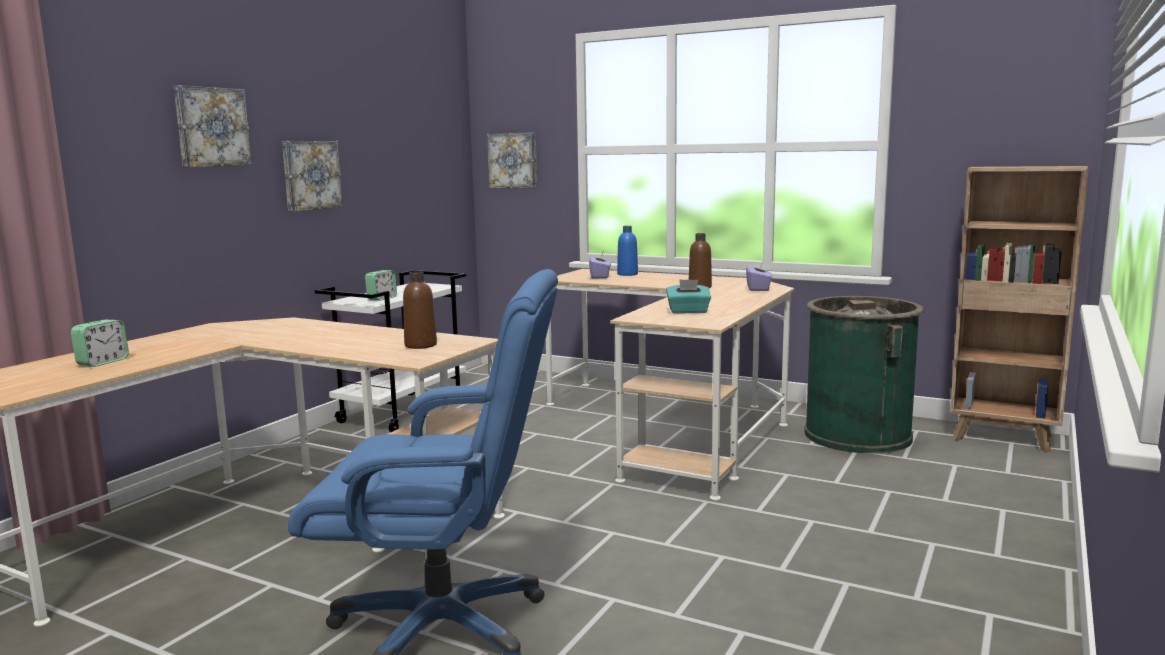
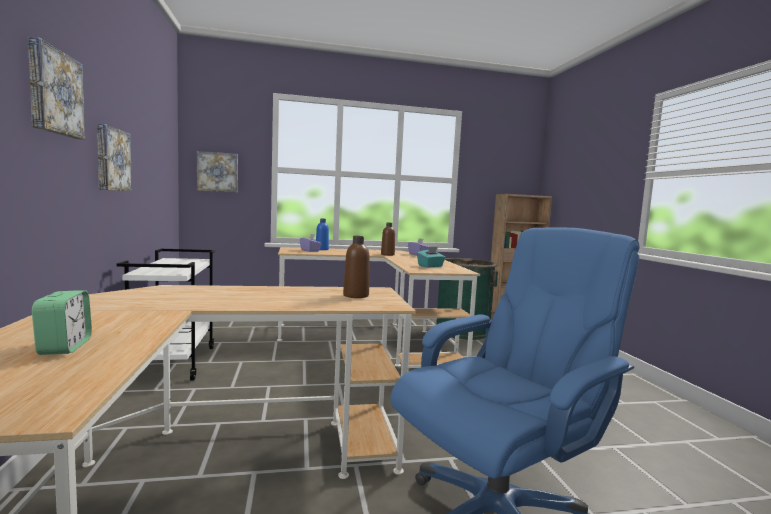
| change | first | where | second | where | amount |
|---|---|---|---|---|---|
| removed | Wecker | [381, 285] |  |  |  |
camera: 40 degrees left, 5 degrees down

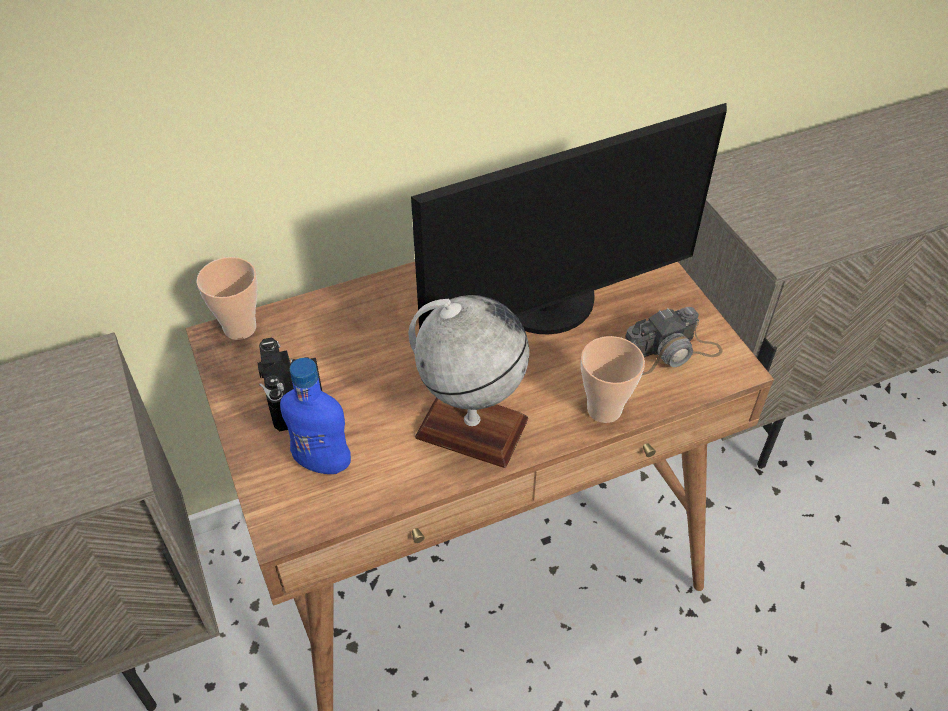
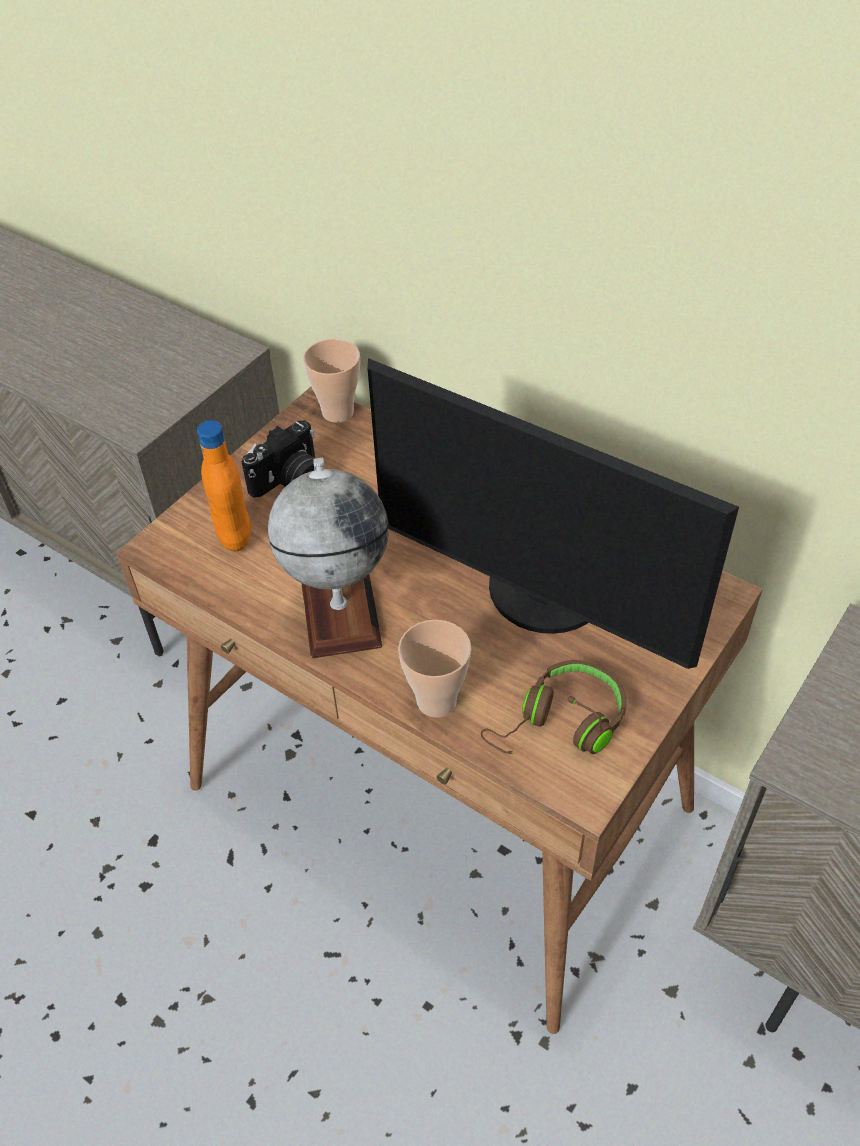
| change | first | where | second | where | amount |
|---|---|---|---|---|---|
| recoloured | Flasche [blau] | [315, 416] | Flasche [orange] | [224, 486] |  |
| replaced | Kamera | [674, 341] | Kopfhörer [braun] | [553, 707] |  |
camera: 60 degrees right, 0 degrees up

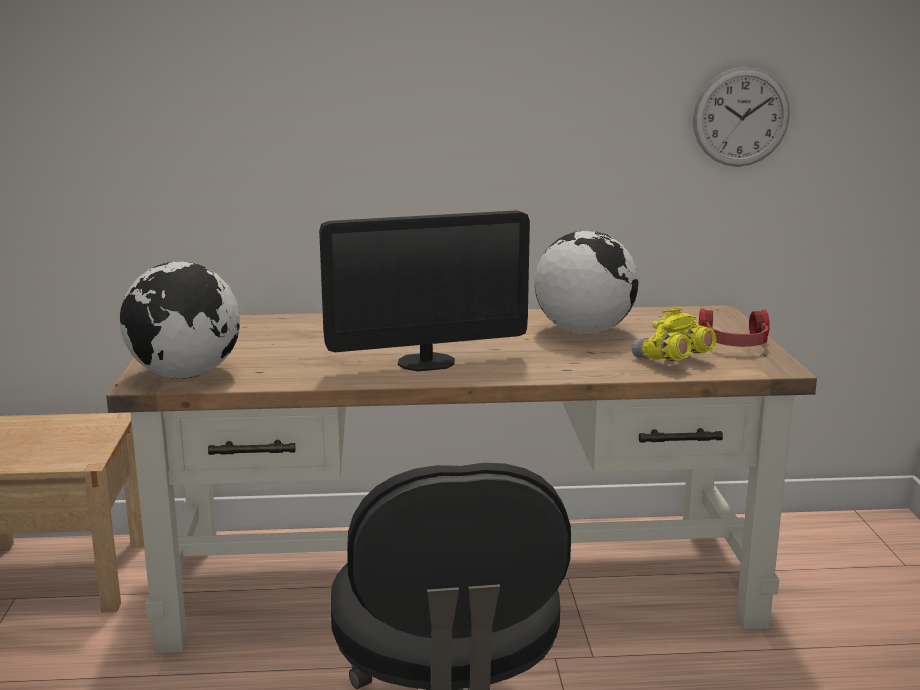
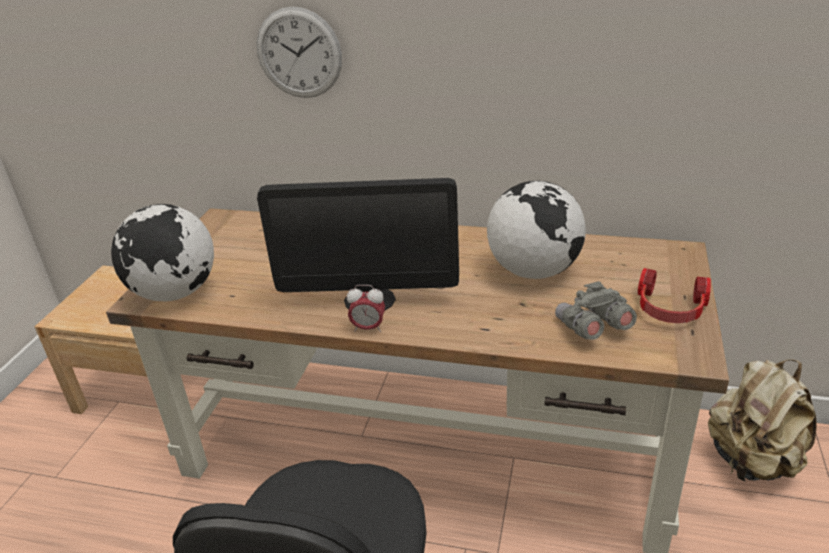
| change | first | where | second | where | amount |
|---|---|---|---|---|---|
| recoloured | Fernglas [gelb] | [674, 334] | Fernglas [grau] | [596, 310] |  |
| moved | Wanduhr | [741, 117] |  | [299, 52] |  |
| added |  |  | Wecker | [366, 308] |  |
| added |  |  | Rucksack [beige] | [762, 421] |  |
camera: 20 degrees right, 15 degrees up

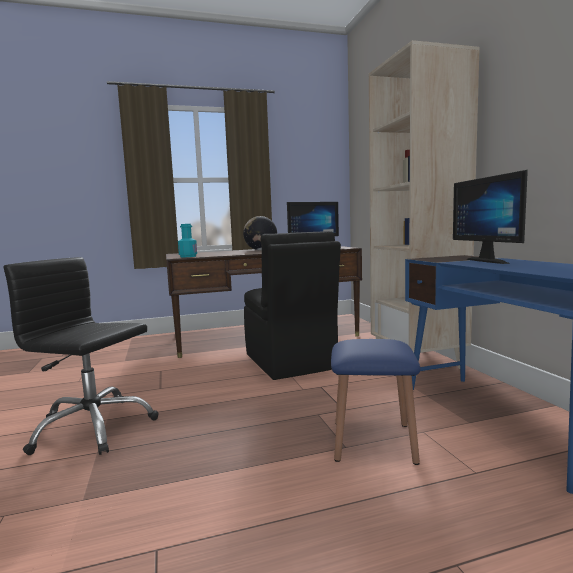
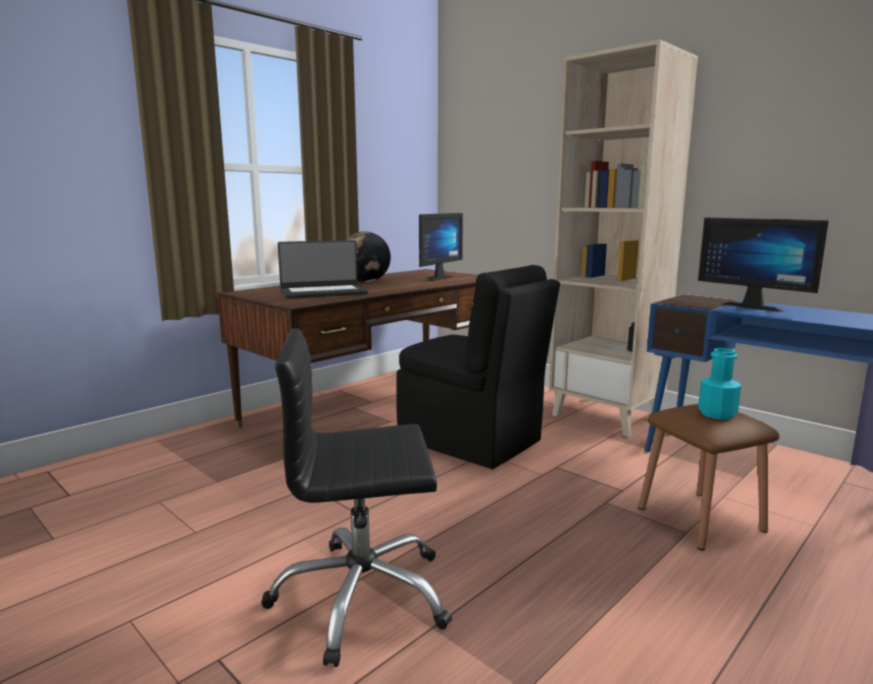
| change | first | where | second | where | amount |
|---|---|---|---|---|---|
| moved | Flasche [türkis] | [187, 240] |  | [719, 383] |  |
| recoloured | Hocker [blau] | [375, 402] | Hocker [braun] | [709, 477] |  |
| added |  |  | Laptop | [323, 269] |  |
camera: 30 degrees left, 5 degrees up

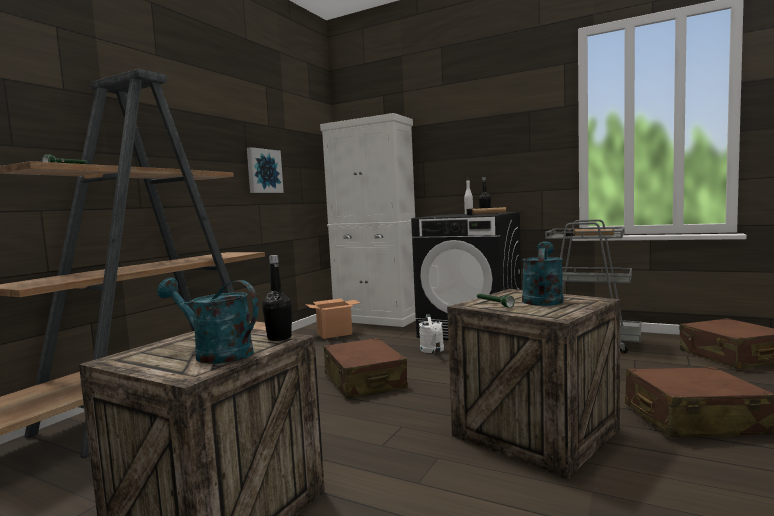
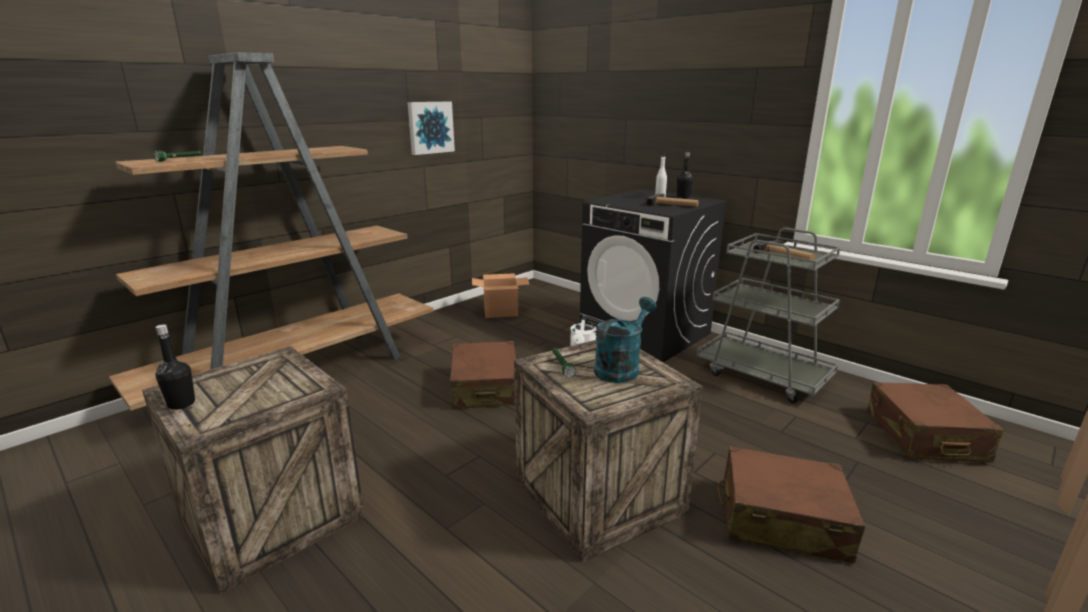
| change | first | where | second | where | amount |
|---|---|---|---|---|---|
| removed | Gießkanne [türkis] | [208, 320] |  |  |  |
| moved | Flasche [schwarz] | [277, 298] |  | [175, 367] |  |
| removed | Schrank [weiß] | [368, 220] |  |  |  |
camera: 15 degrees right, 15 degrees up

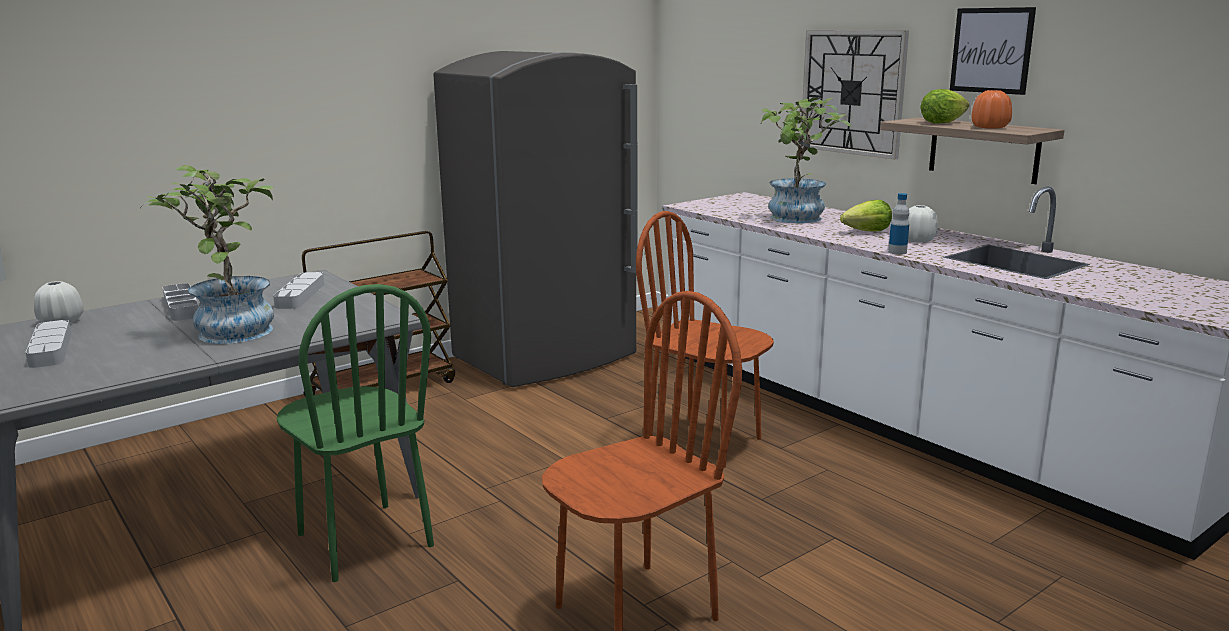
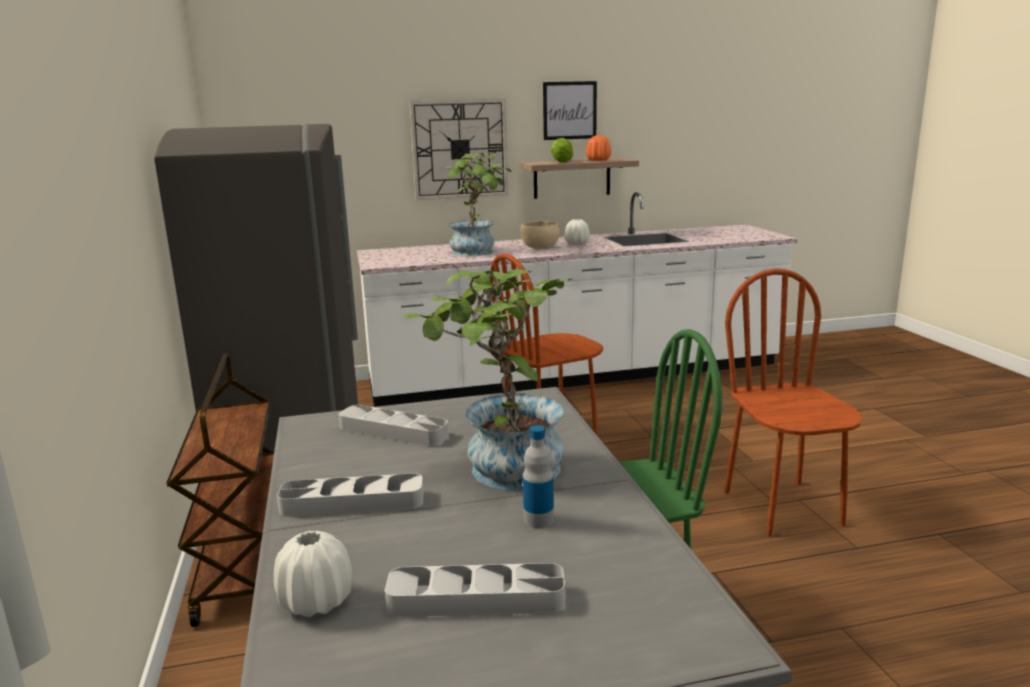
| change | first | where | second | where | amount |
|---|---|---|---|---|---|
| replaced | Salatkopf | [866, 216] | Schüssel [beige] | [540, 235] |  |
| moved | Flasche | [898, 224] |  | [538, 476] |  |
camera: 65 degrees left, 0 degrees up

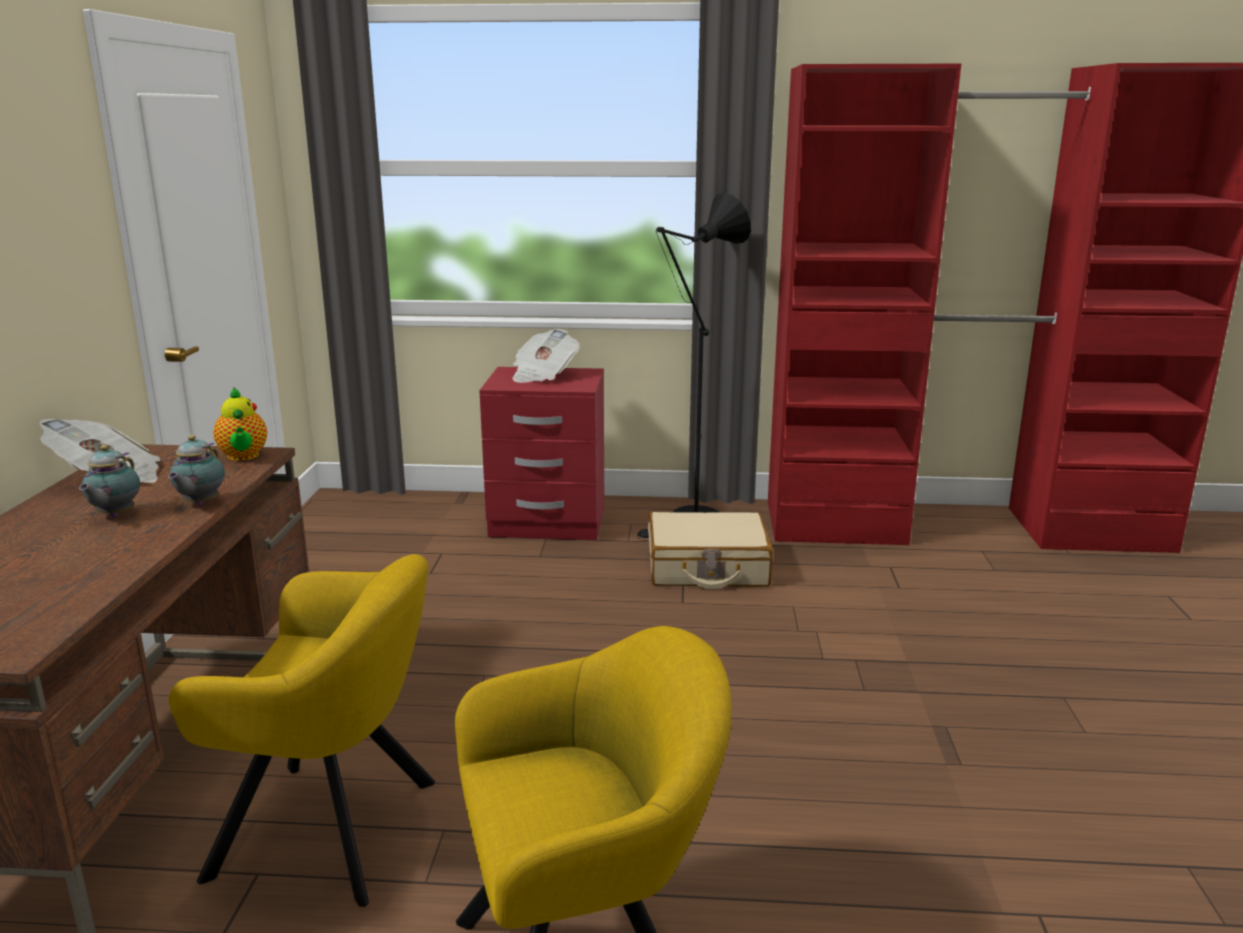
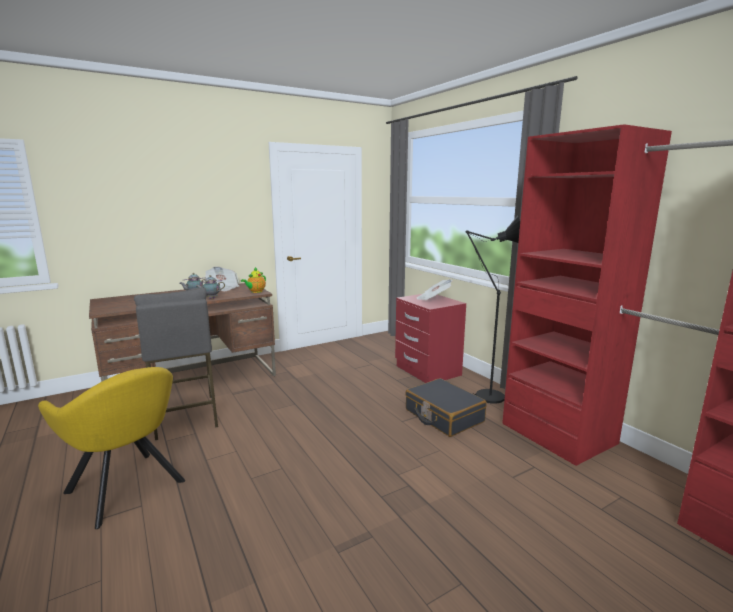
| change | first | where | second | where | amount |
|---|---|---|---|---|---|
| replaced | Sessel [gelb] | [302, 730] | Hocker [grau] | [176, 363] |  |
| recoloured | Koffer [beige] | [710, 550] | Koffer [schwarz] | [446, 407] |  |
camera: 55 degrees right, 5 degrees down

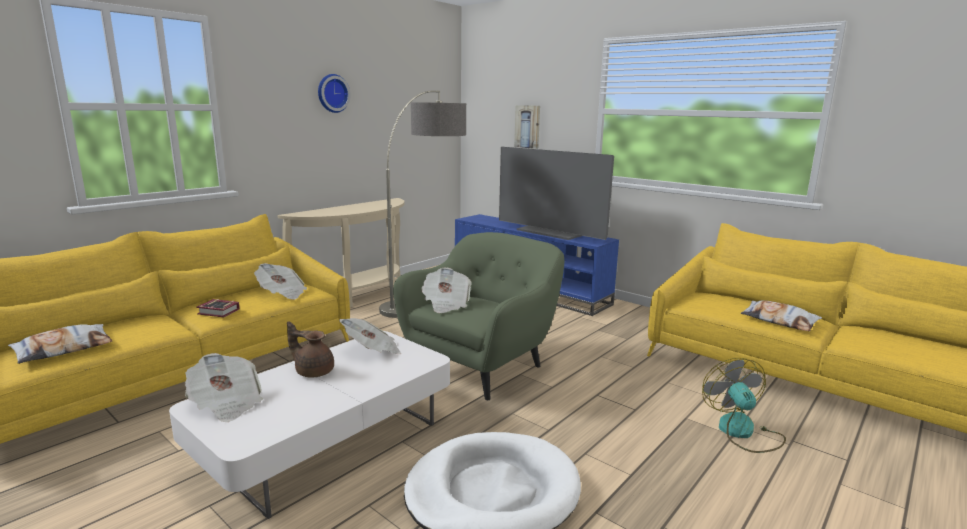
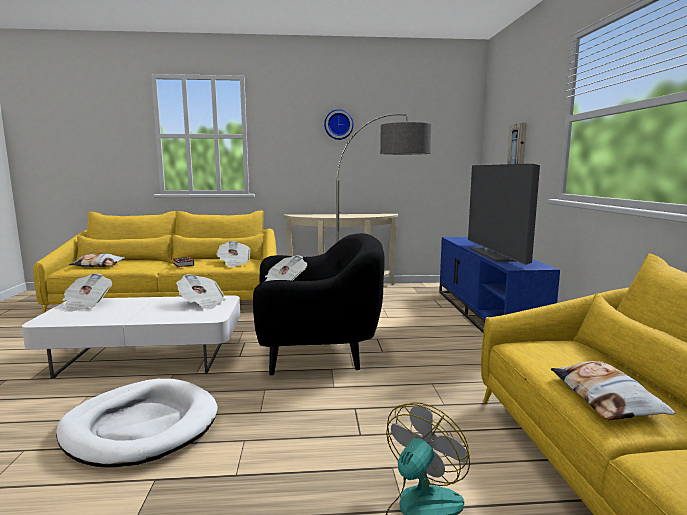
| change | first | where | second | where | amount |
|---|---|---|---|---|---|
| removed | Teekanne [braun] | [310, 349] |  |  |  |
| recoloured | Sessel [grün] | [478, 316] | Sessel [schwarz] | [319, 304] |  |
camera: 45 degrees right, 5 degrees down

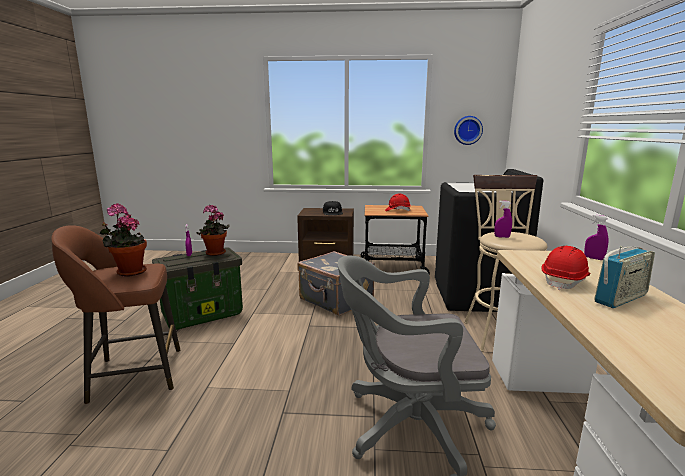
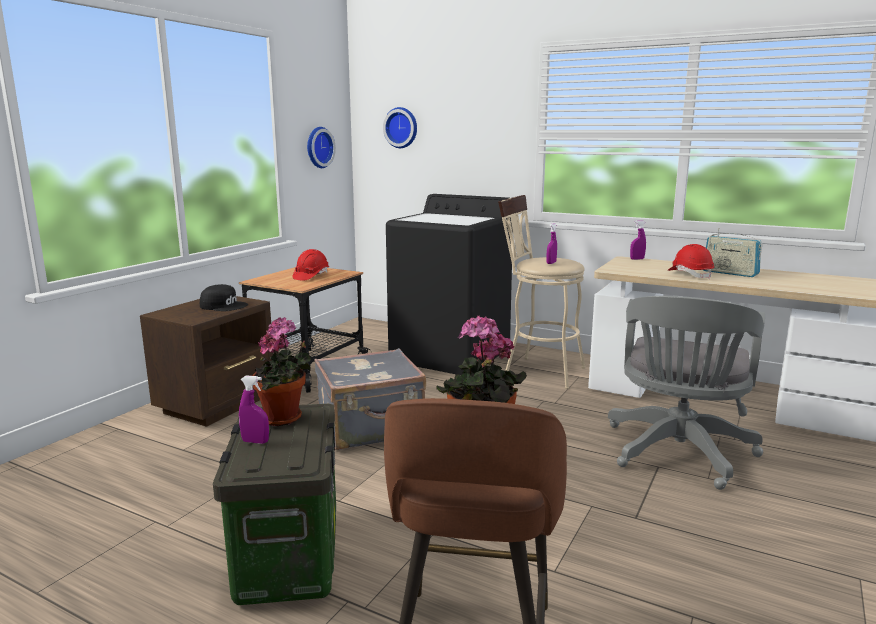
| change | first | where | second | where | amount |
|---|---|---|---|---|---|
| turned | Radio | [624, 277] |  | [733, 252] | 135 degrees clockwise |
| added |  |  | Wanduhr | [400, 127] |  |
camera: 65 degrees left, 0 degrees up

